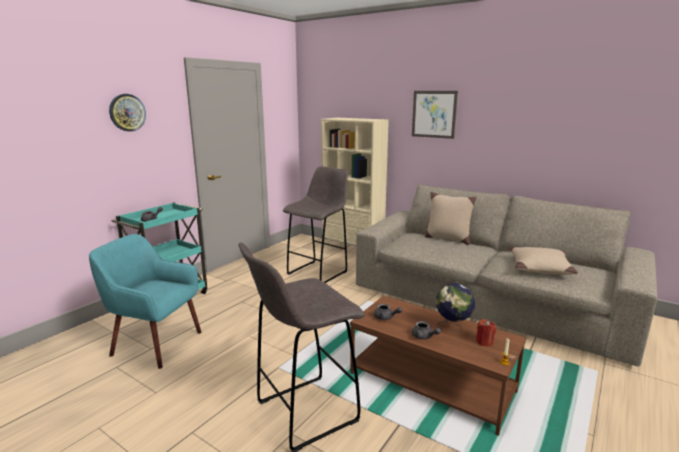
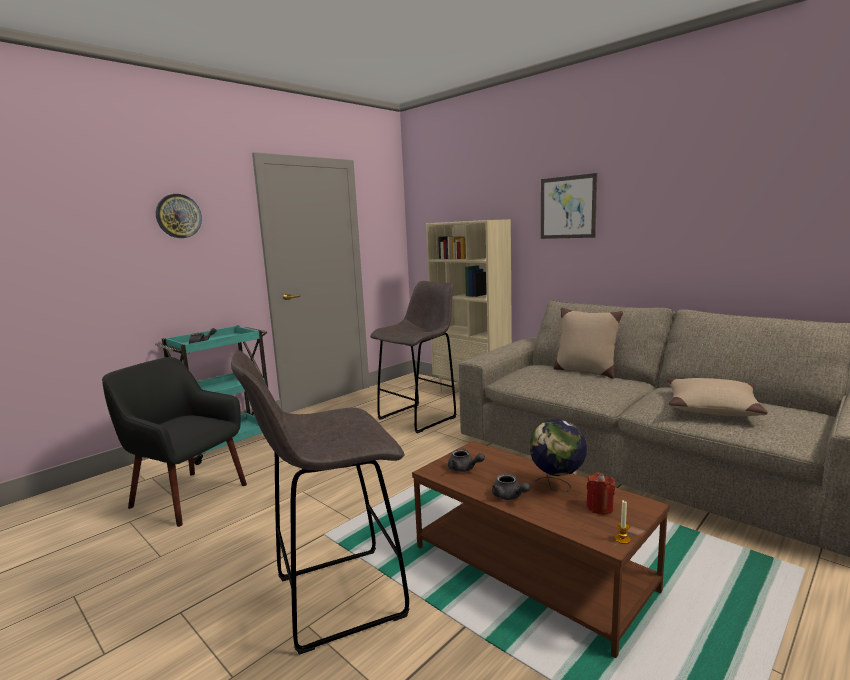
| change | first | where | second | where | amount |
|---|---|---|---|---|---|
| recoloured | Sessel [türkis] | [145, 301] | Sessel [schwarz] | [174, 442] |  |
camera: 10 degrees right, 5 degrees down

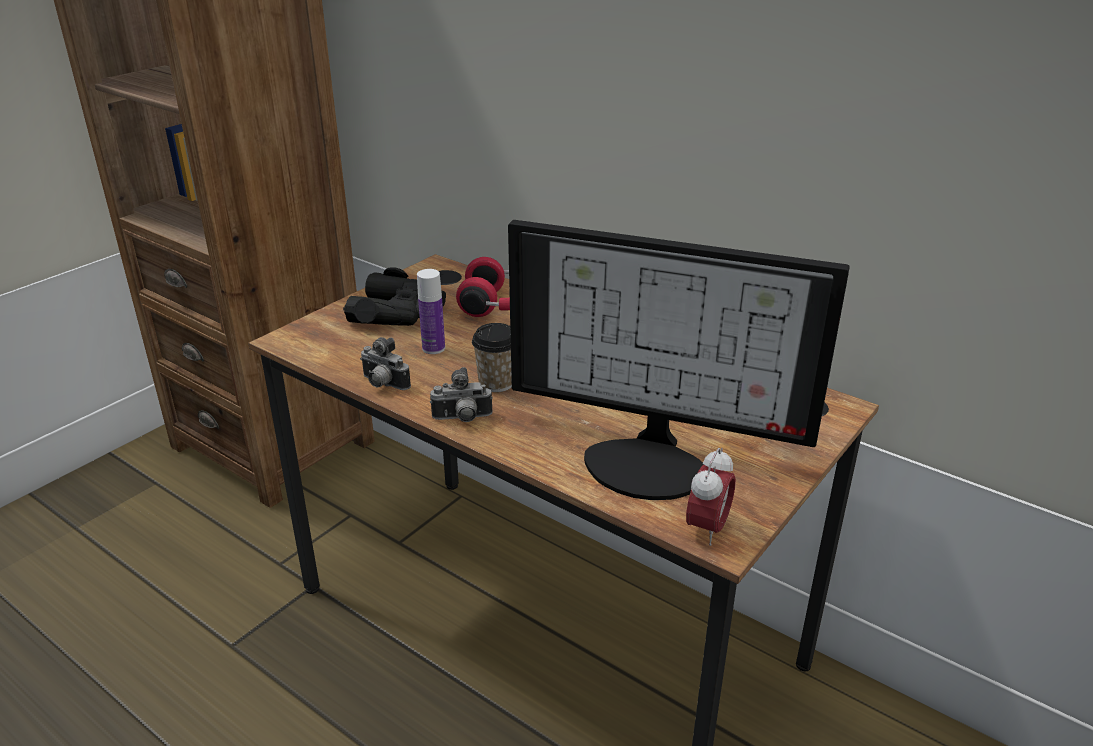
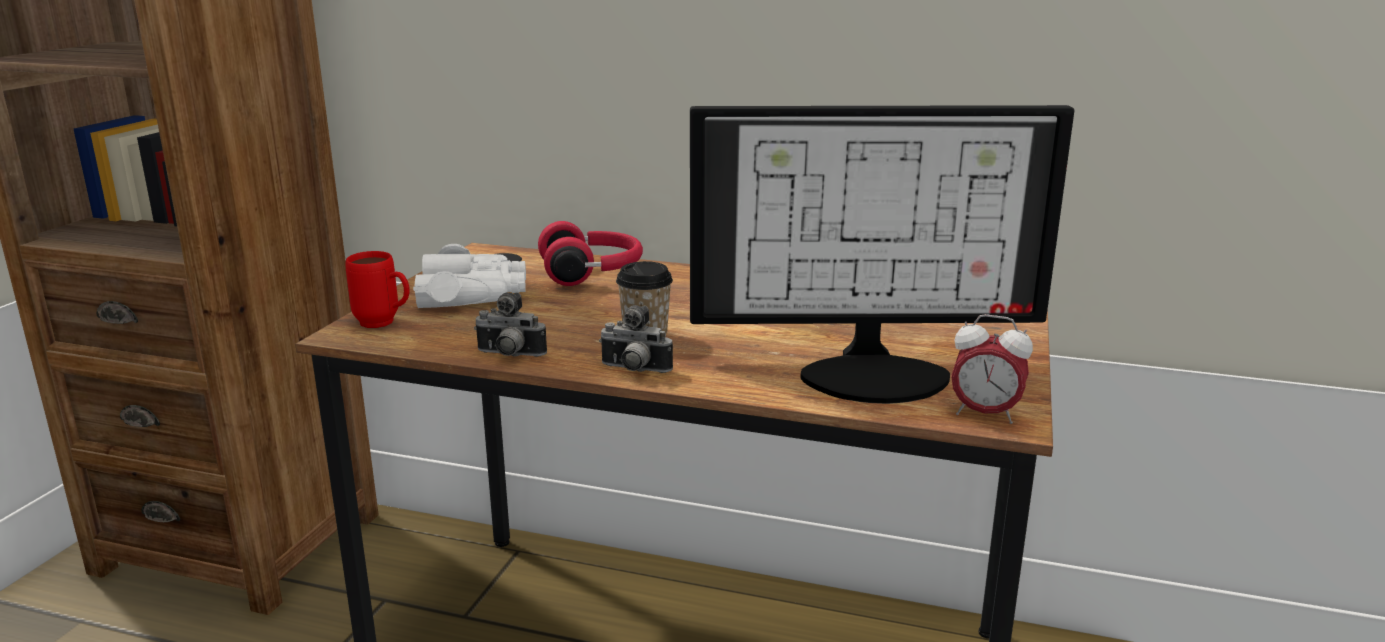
| change | first | where | second | where | amount |
|---|---|---|---|---|---|
| recoloured | Fernglas [schwarz] | [394, 296] | Fernglas [weiß] | [469, 276] |  |
| removed | Flasche | [431, 311] |  |  |  |
| turned | Kamera | [461, 394] |  | [636, 339] | 45 degrees clockwise |
| turned | Wecker | [711, 497] |  | [992, 369] | 105 degrees clockwise |
| added |  |  | Henkelbecher [rot] | [377, 289] |  |
camera: 20 degrees left, 10 degrees down

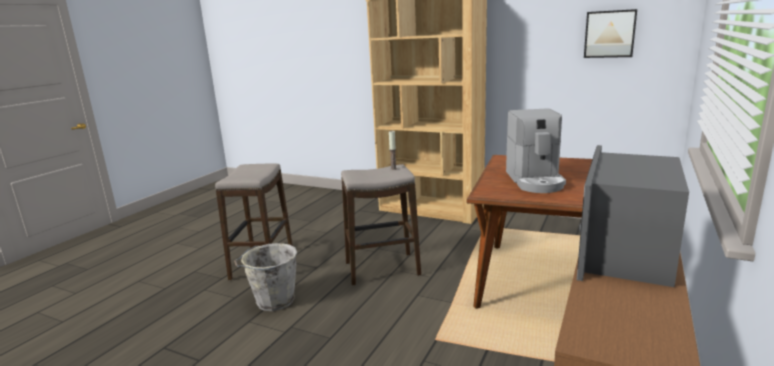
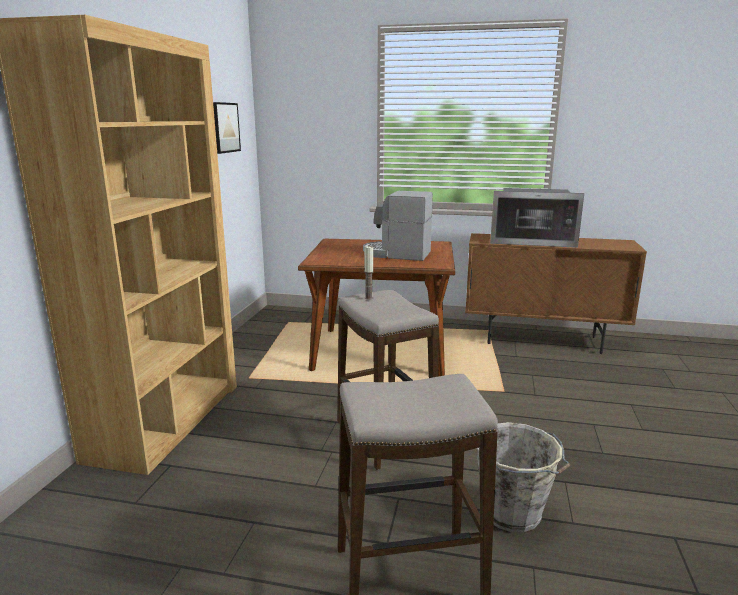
| change | first | where | second | where | amount |
|---|---|---|---|---|---|
| turned | Kaffeemaschine | [536, 150] |  | [398, 226] | 150 degrees counterclockwise |
camera: 105 degrees left, 0 degrees up

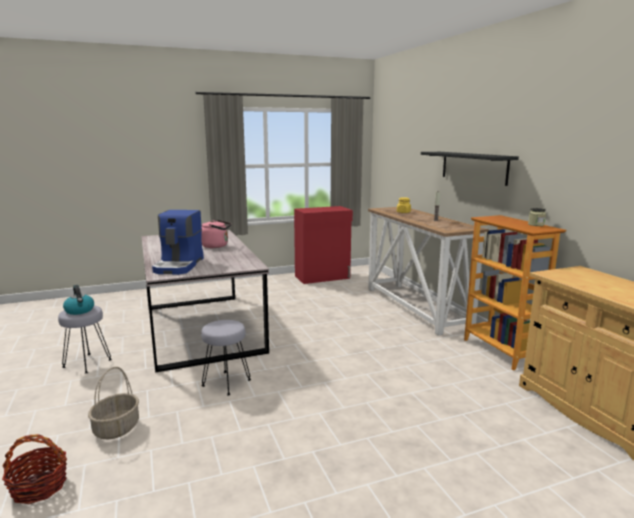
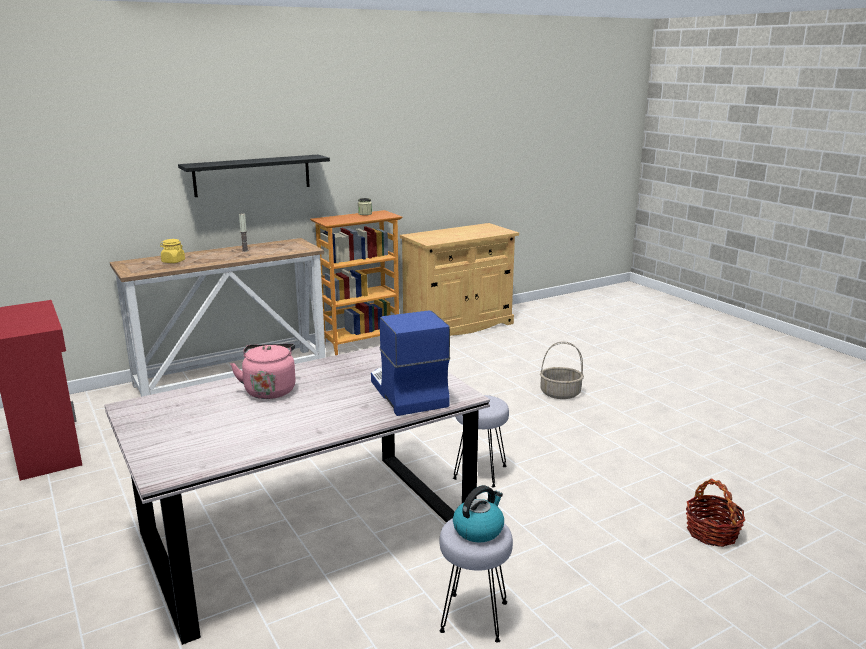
| change | first | where | second | where | amount |
|---|---|---|---|---|---|
| moved | Korb | [113, 403] |  | [562, 370] |  |
| turned | Kaffeemaschine | [178, 242] |  | [410, 363] | 105 degrees counterclockwise |
camera: 100 degrees left, 5 degrees up

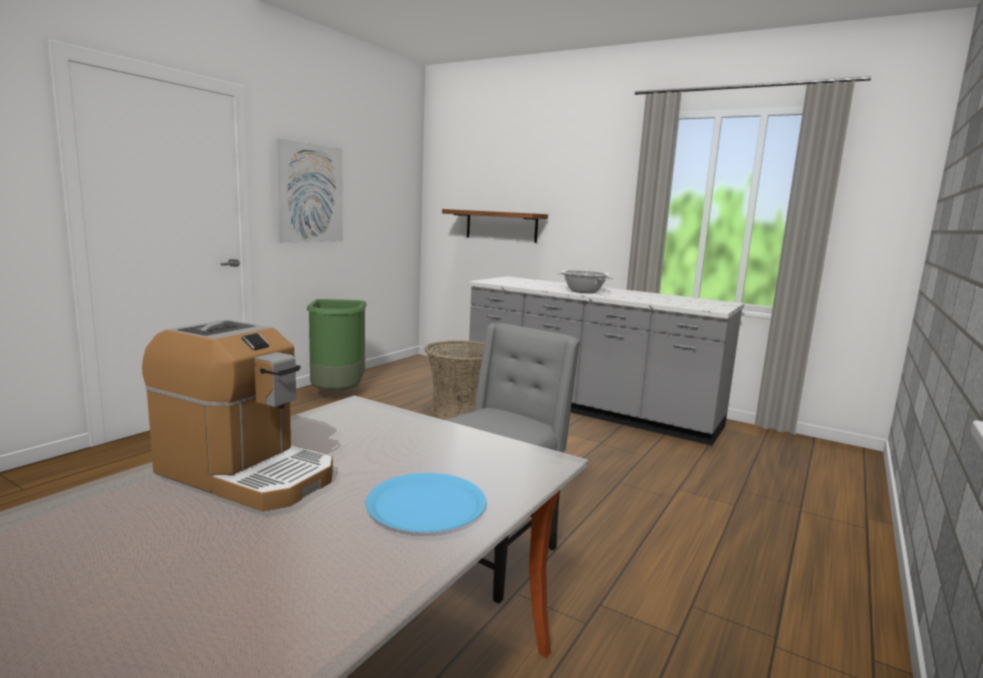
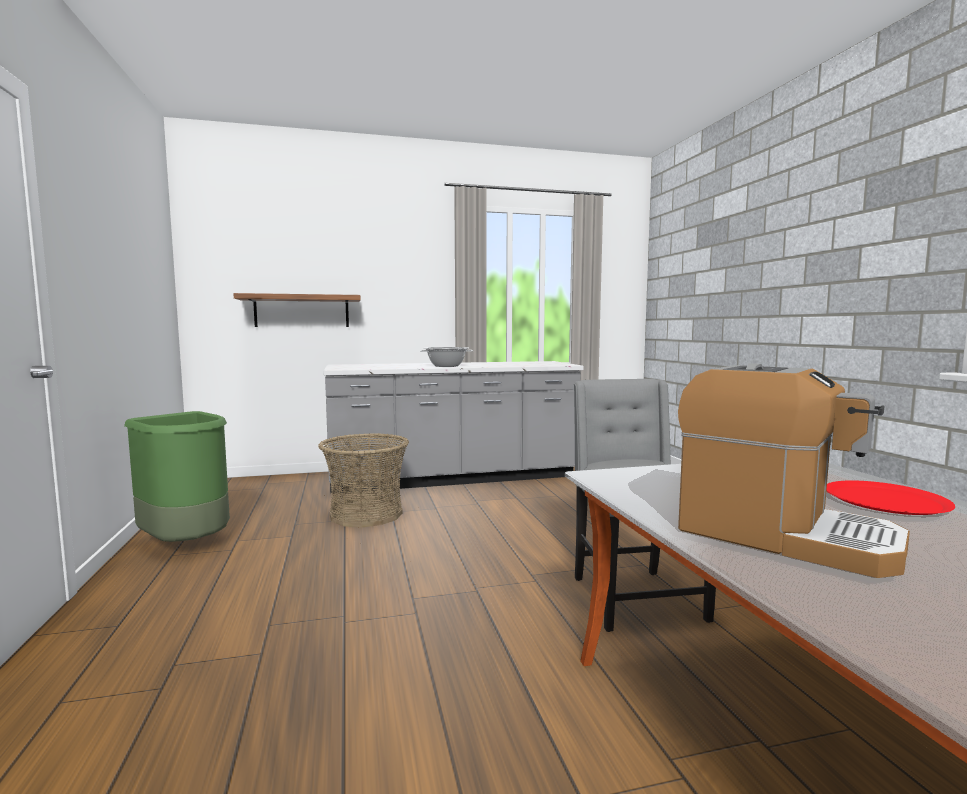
| change | first | where | second | where | amount |
|---|---|---|---|---|---|
| turned | Kaffeemaschine | [237, 415] |  | [794, 470] | 60 degrees clockwise |
| removed | Bild | [309, 190] |  |  |  |
| recoloured | Teller [blau] | [426, 502] | Teller [rot] | [890, 497] |  |
camera: 45 degrees left, 5 degrees down

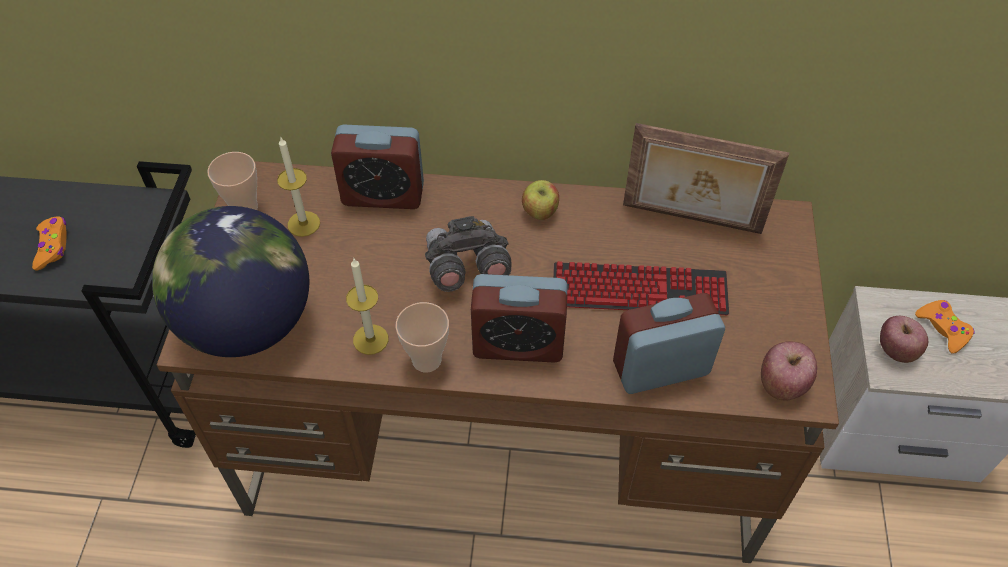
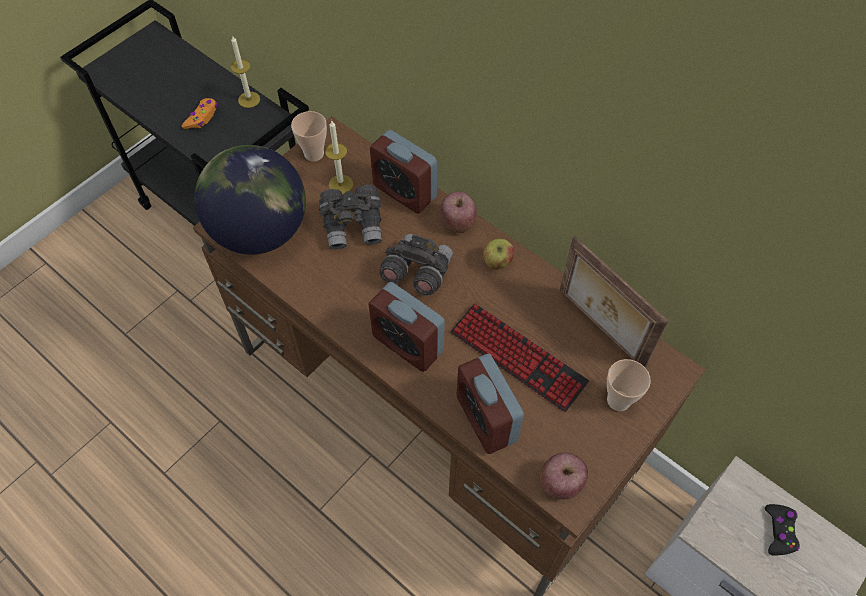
| change | first | where | second | where | amount |
|---|---|---|---|---|---|
| moved | Kerze | [367, 307] |  | [245, 71] |  |
| moved | Tasse | [422, 337] |  | [629, 385] |  |
| turned | Wecker | [669, 343] |  | [490, 404] | 135 degrees counterclockwise |
| moved | Apfel | [904, 339] |  | [458, 212] |  |
| recoloured | Gamepad [orange] | [945, 327] | Gamepad [schwarz] | [782, 530] |  |
| added |  |  | Fernglas [grau] | [350, 216] |  |
camera: 35 degrees right, 5 degrees up

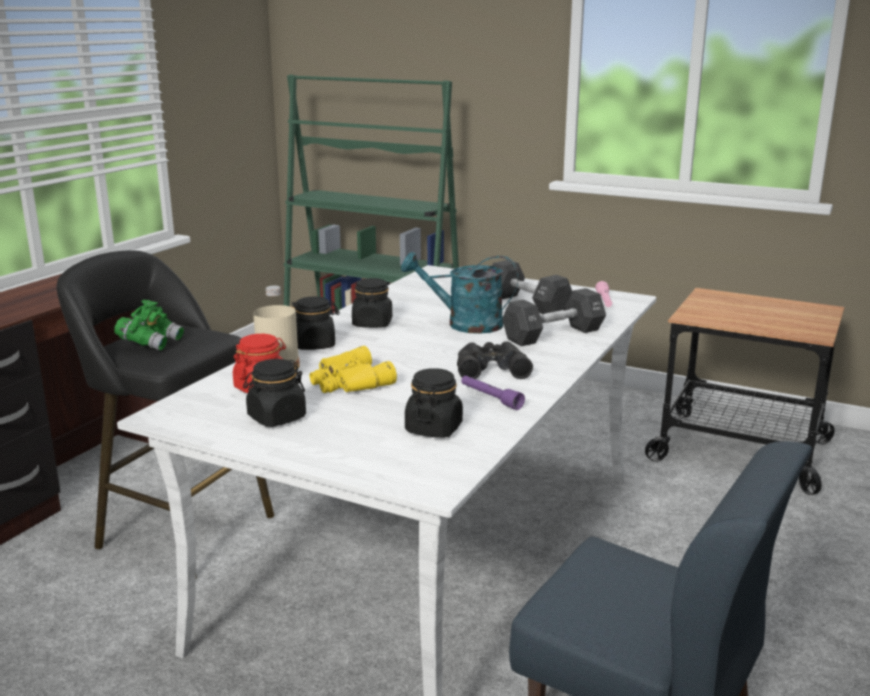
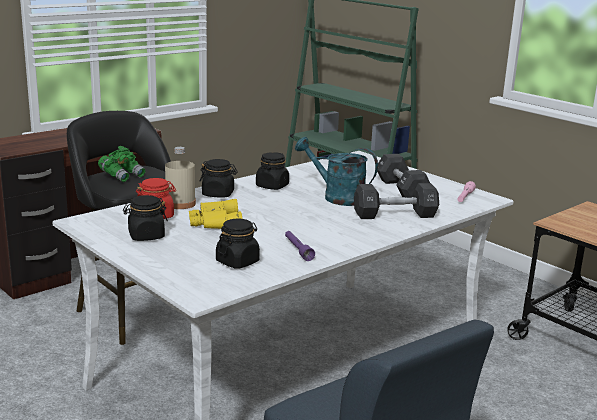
| change | first | where | second | where | amount |
|---|---|---|---|---|---|
| removed | Fernglas [schwarz] | [495, 360] |  |  |  |
camera: 20 degrees right, 0 degrees up

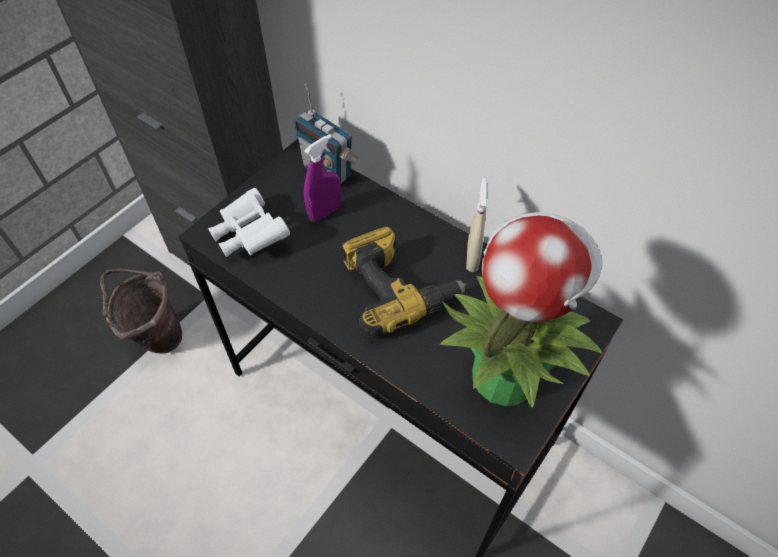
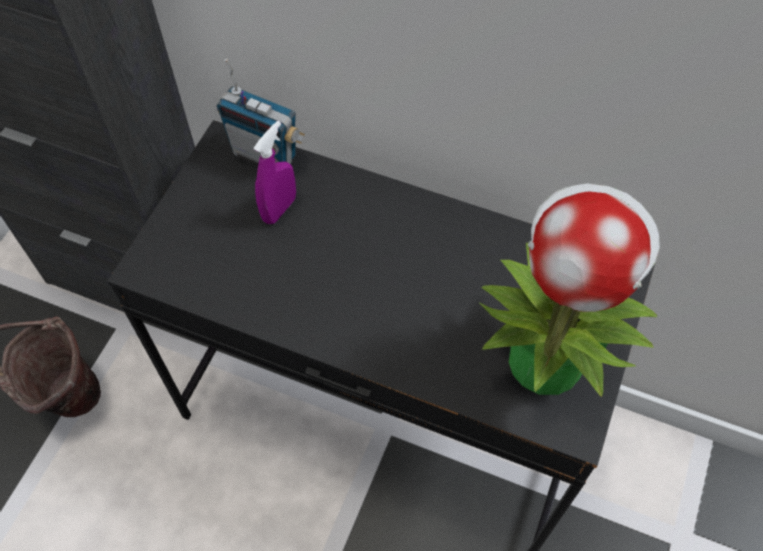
| change | first | where | second | where | amount |
|---|---|---|---|---|---|
| removed | Fernglas [weiß] | [249, 222] |  |  |  |
| removed | Bohrmaschine | [404, 281] |  |  |  |
| removed | Sprühflasche [beige] | [477, 225] |  |  |  |
camera: 15 degrees left, 5 degrees up

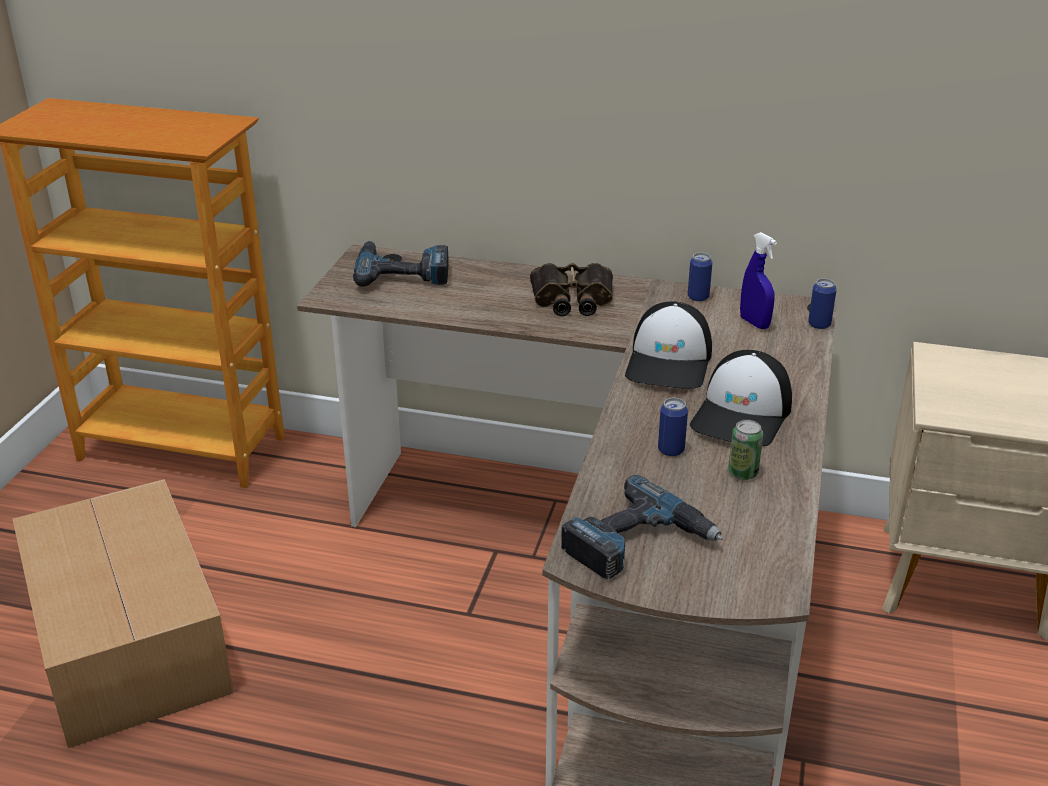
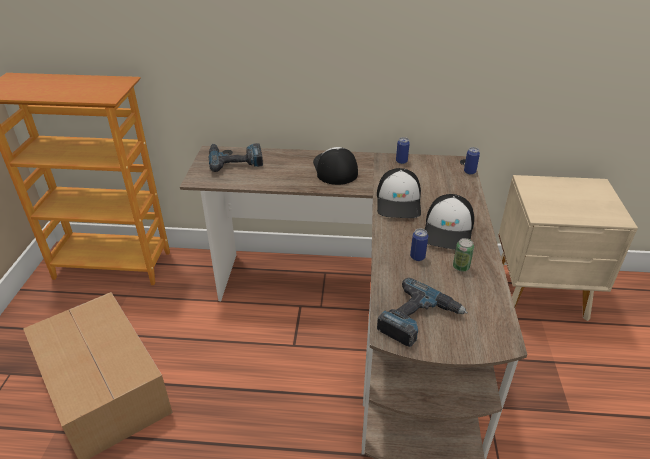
| change | first | where | second | where | amount |
|---|---|---|---|---|---|
| replaced | Fernglas | [571, 289] | Kappe | [335, 166] |  |
| removed | Sprühflasche [blau] | [758, 280] |  |  |  |
camera: 10 degrees left, 5 degrees up

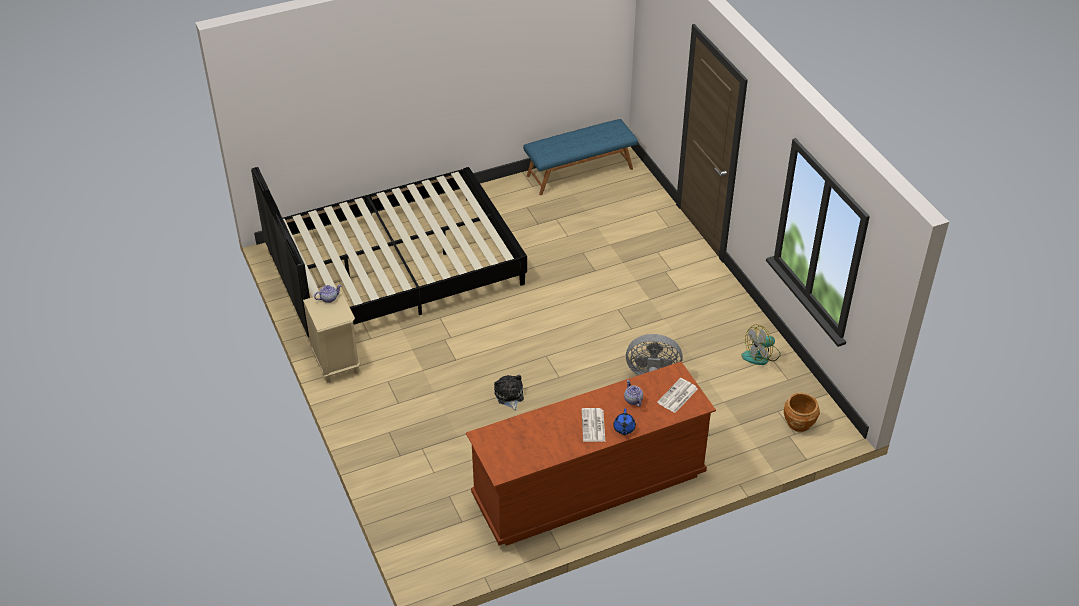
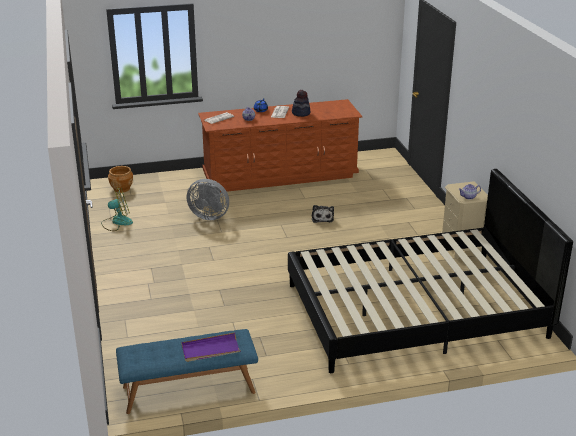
| change | first | where | second | where | amount |
|---|---|---|---|---|---|
| added |  |  | Tablett [lila] | [211, 347] |  |
| added |  |  | Hut | [301, 103] |  |
camera: 170 degrees left, 15 degrees down

